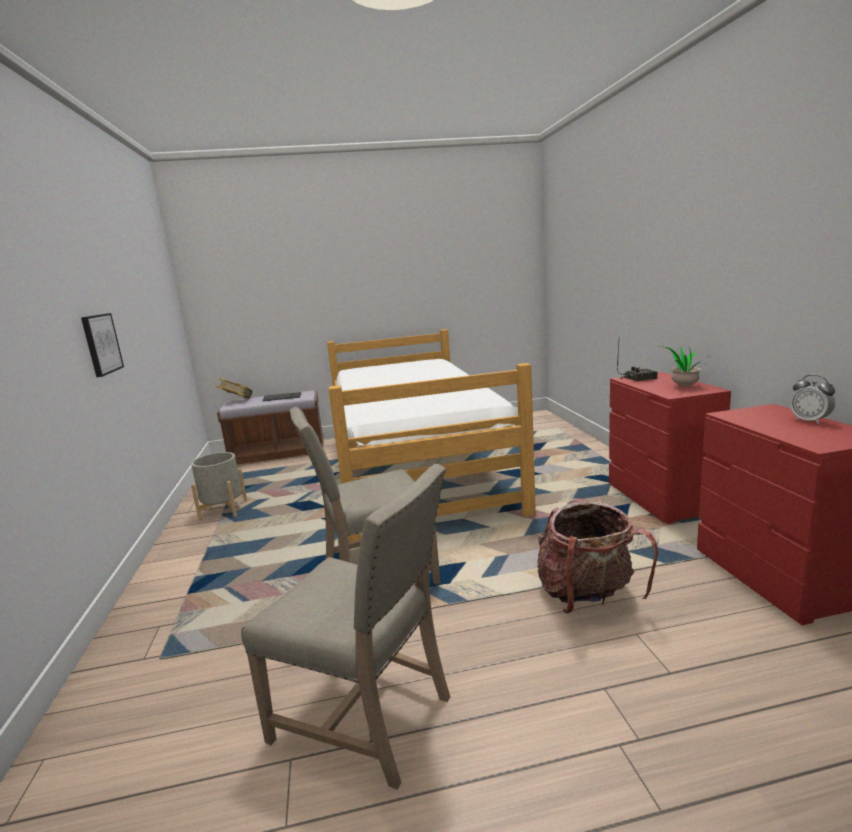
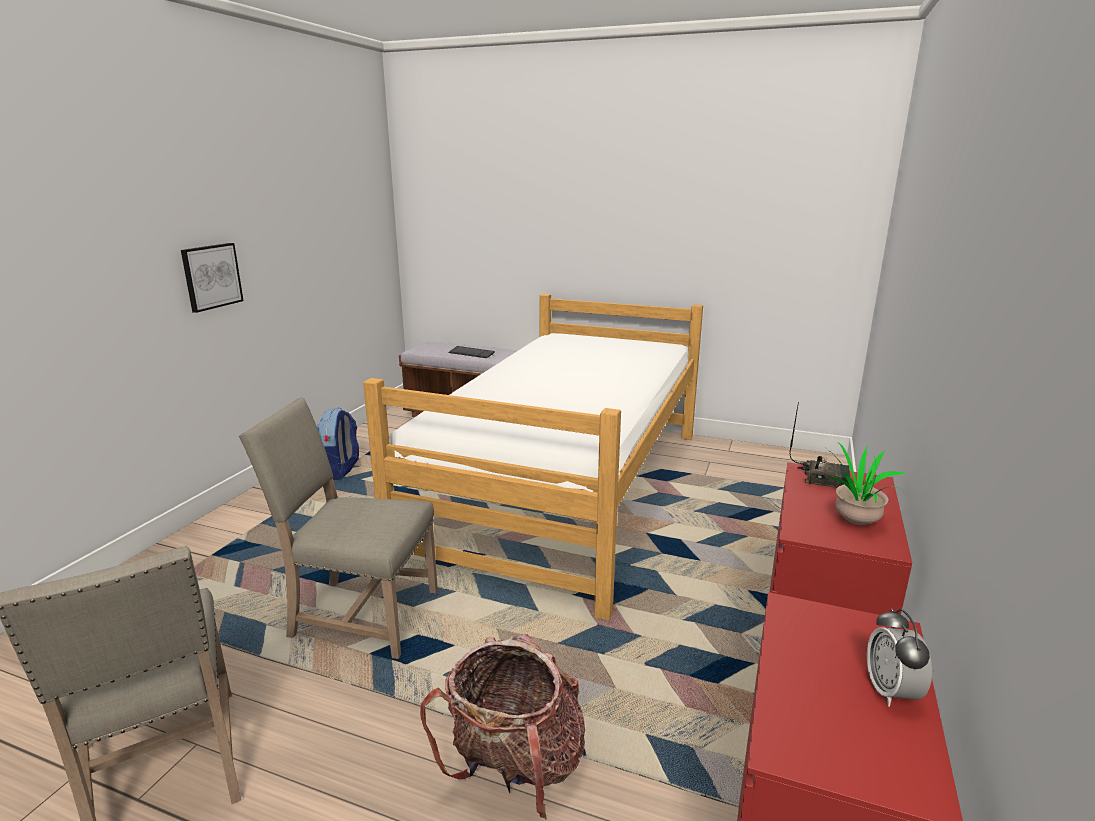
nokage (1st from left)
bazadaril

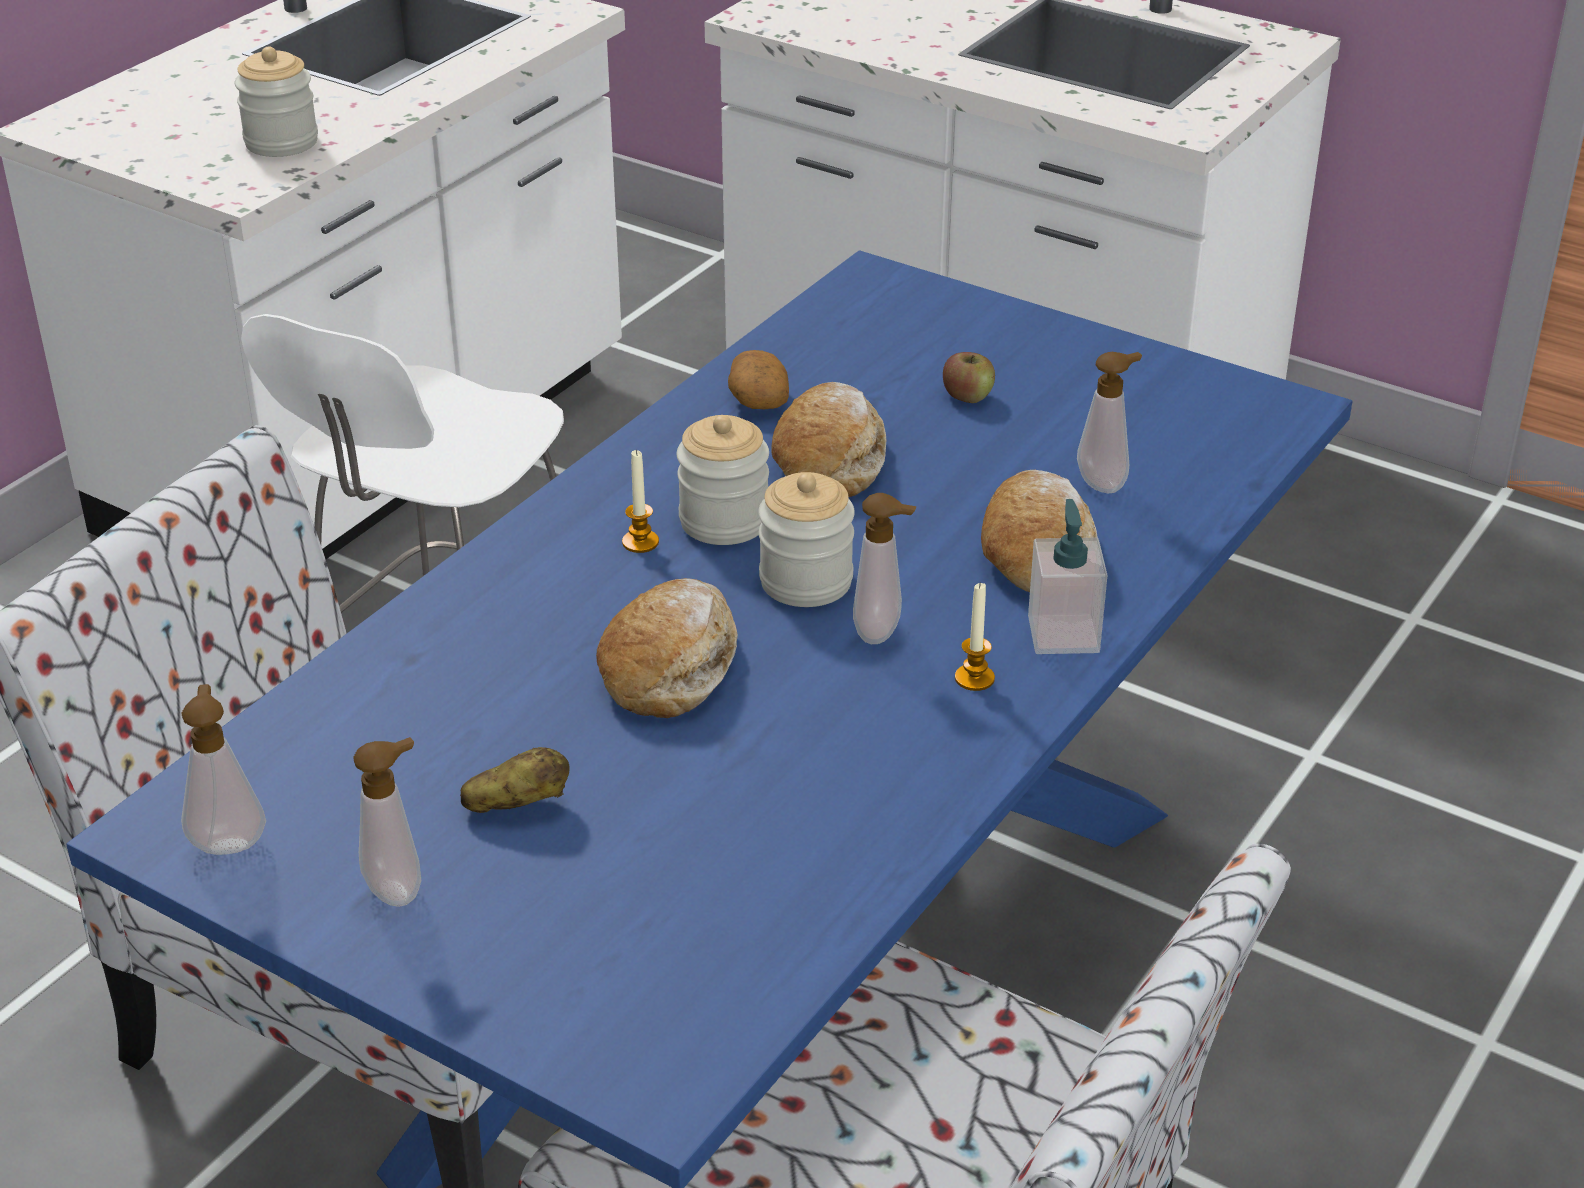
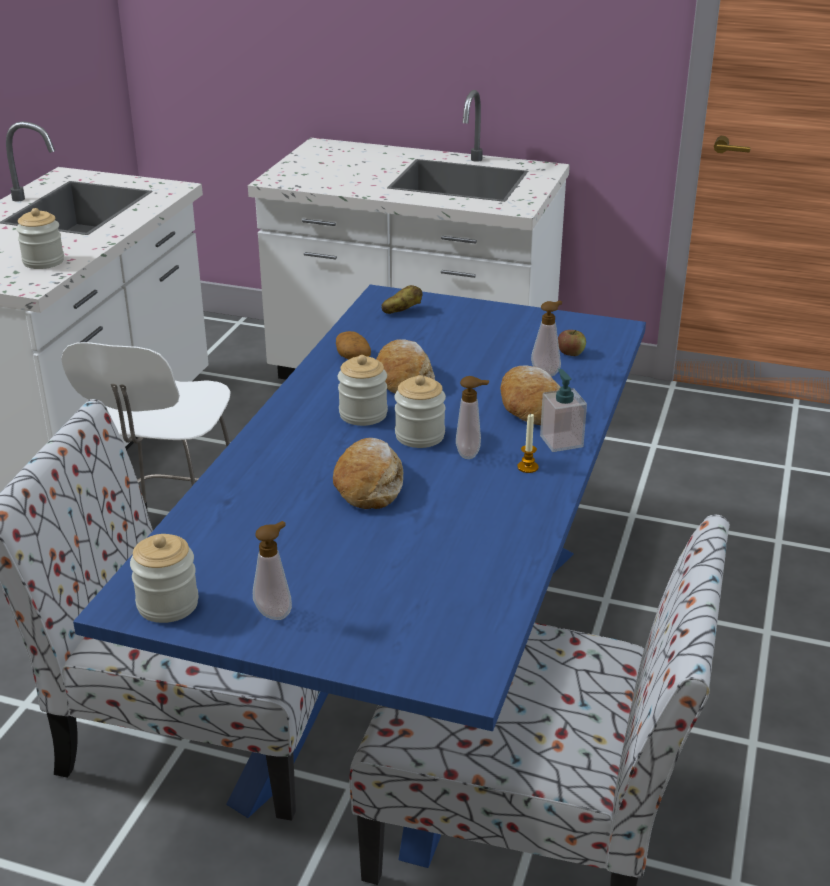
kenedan (2nd from left)
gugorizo (2nd from left)
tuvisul (1st from left in the first image)
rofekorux

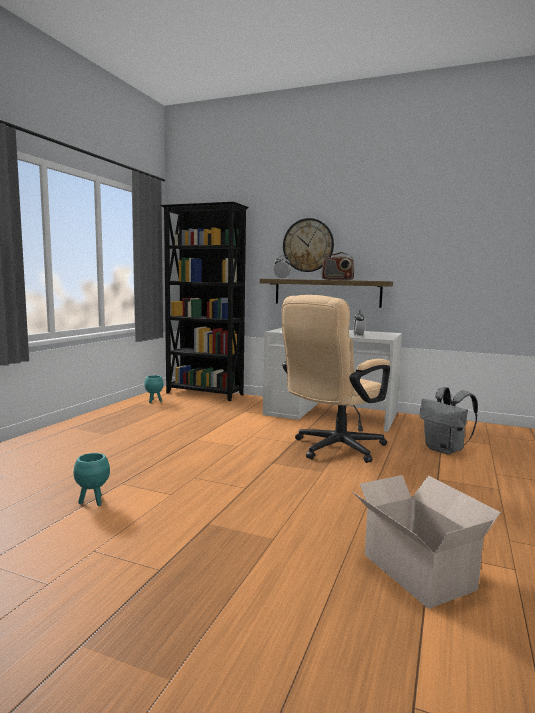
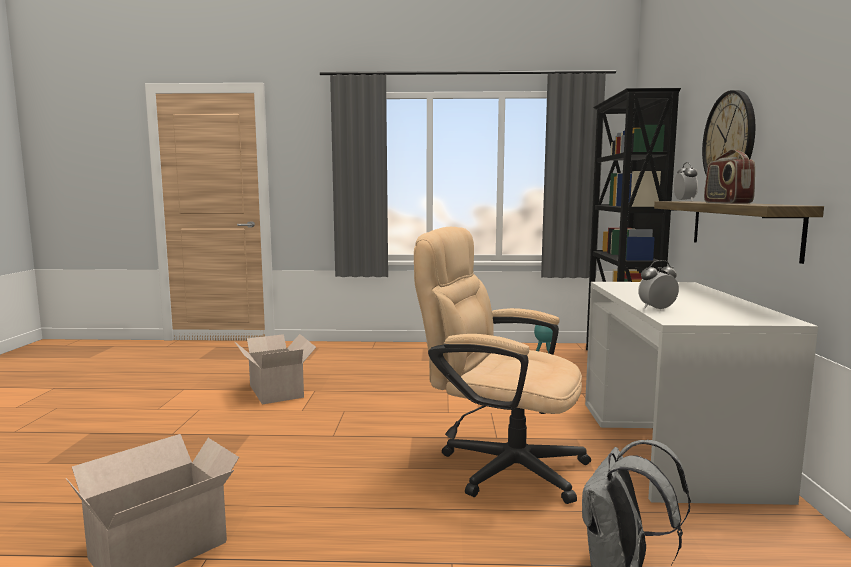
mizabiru (2nd from left)

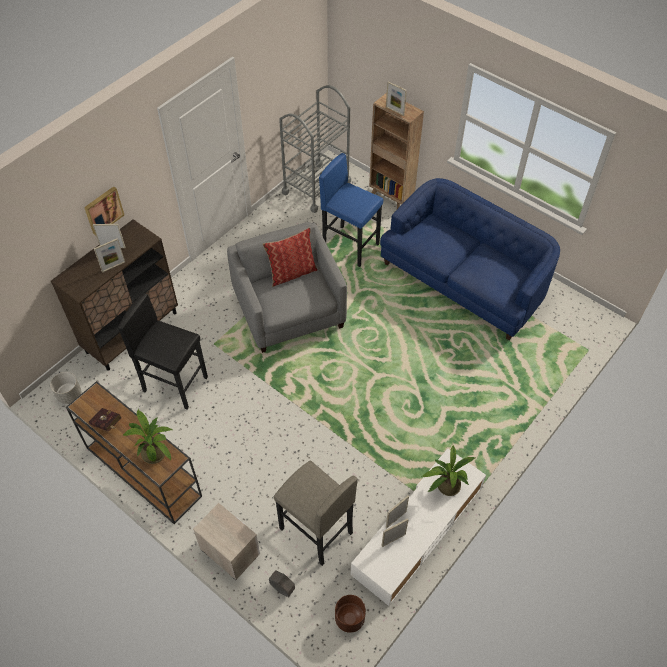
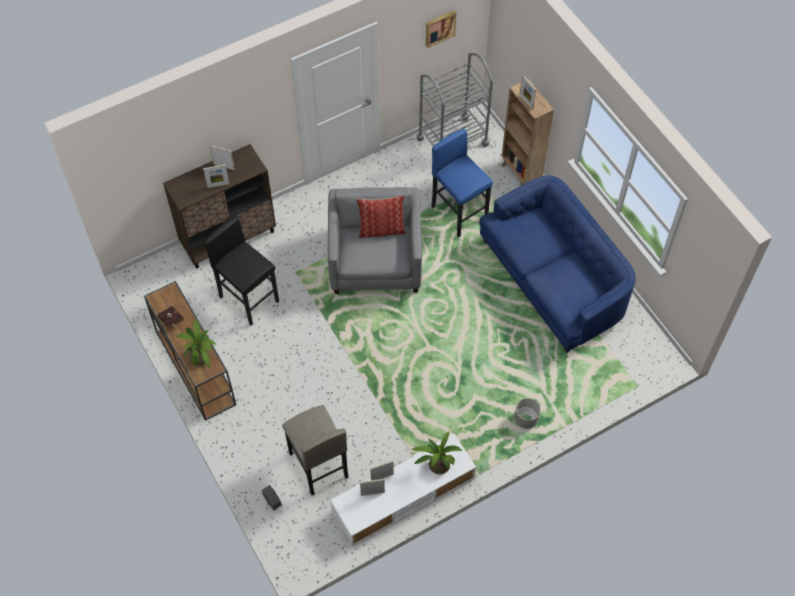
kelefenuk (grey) (2nd from left)
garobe
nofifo
kelefenuk (brown)

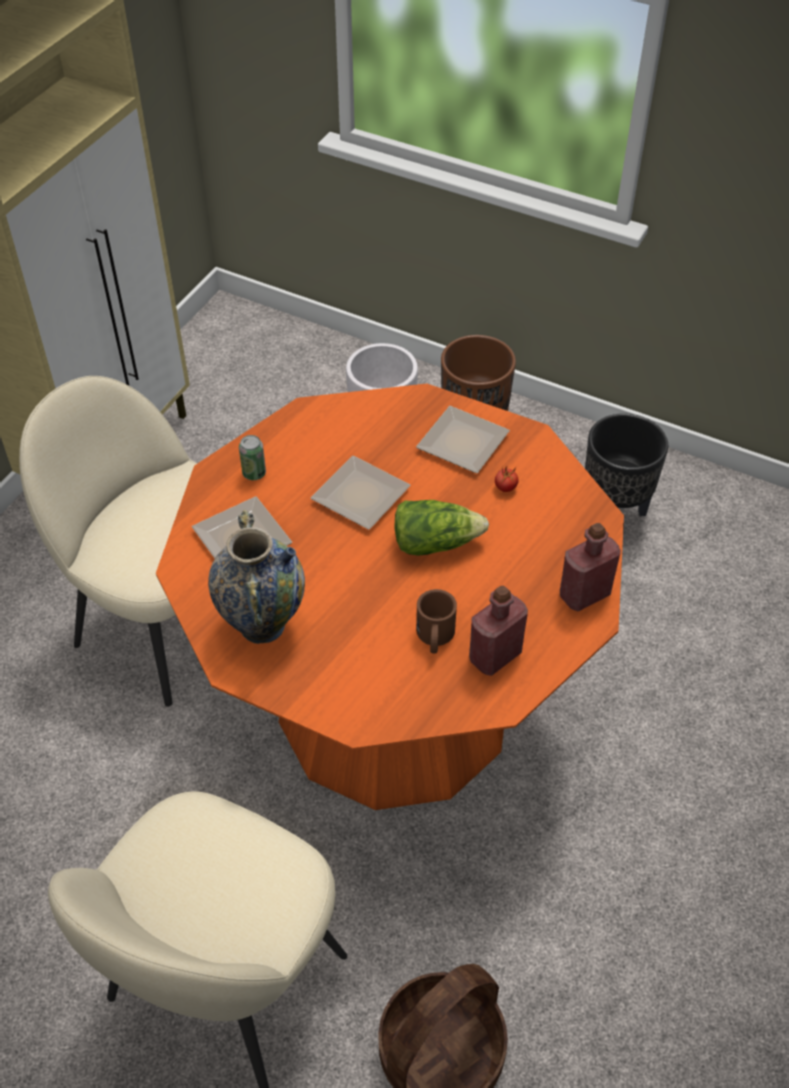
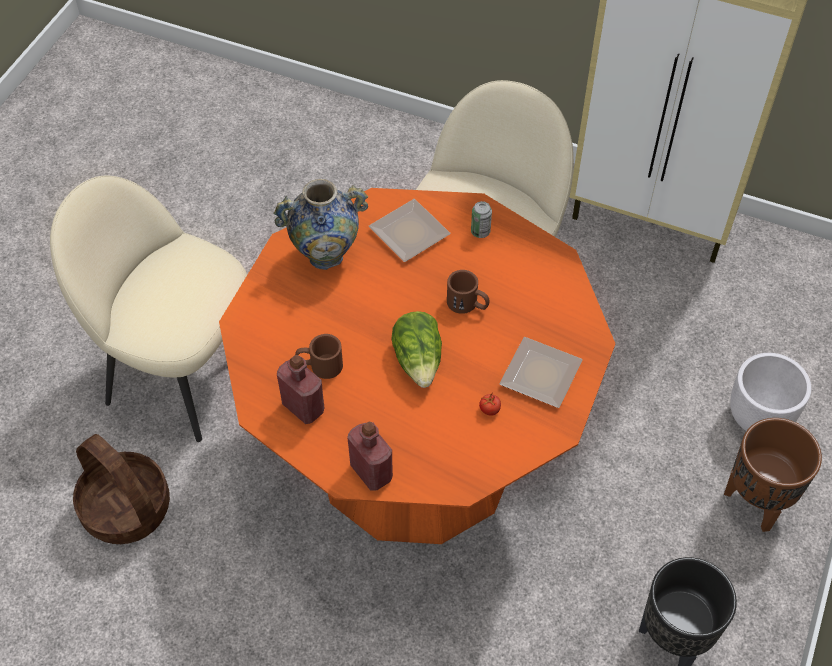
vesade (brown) (2nd from left)

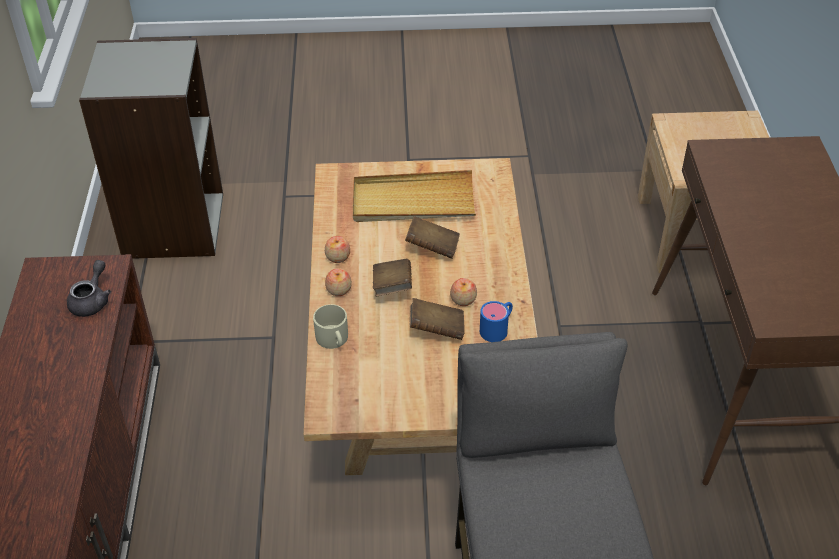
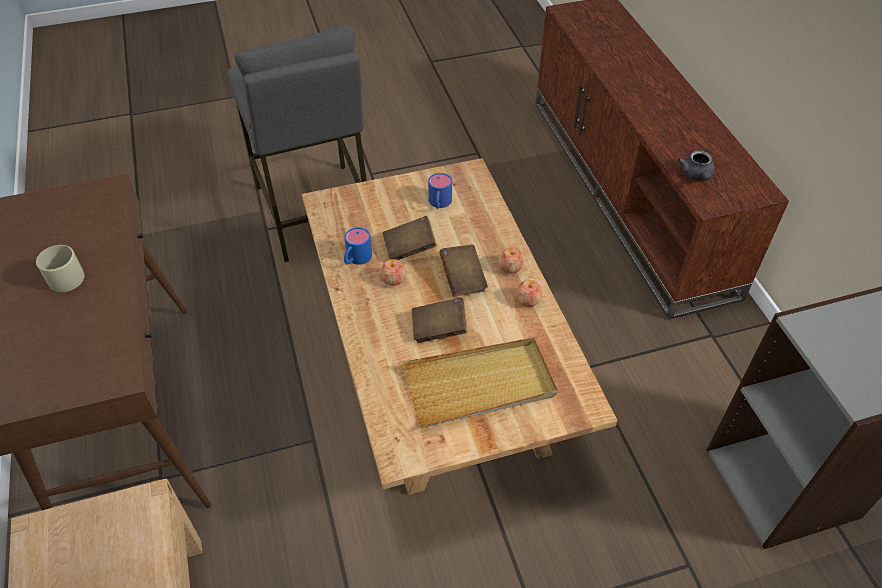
vesade (beige)
vesade (blue) (2nd from left)

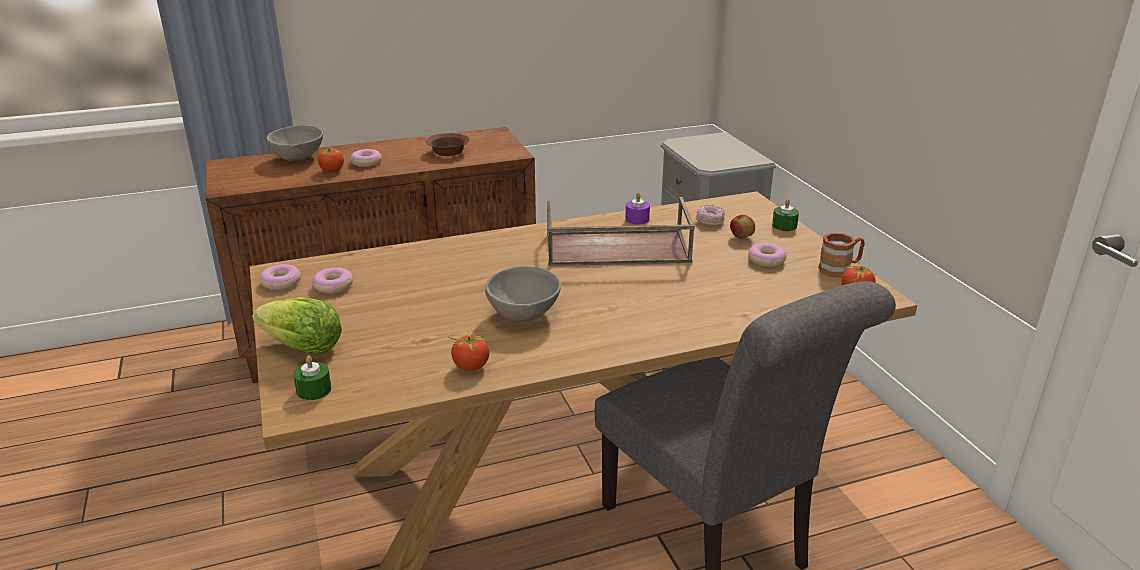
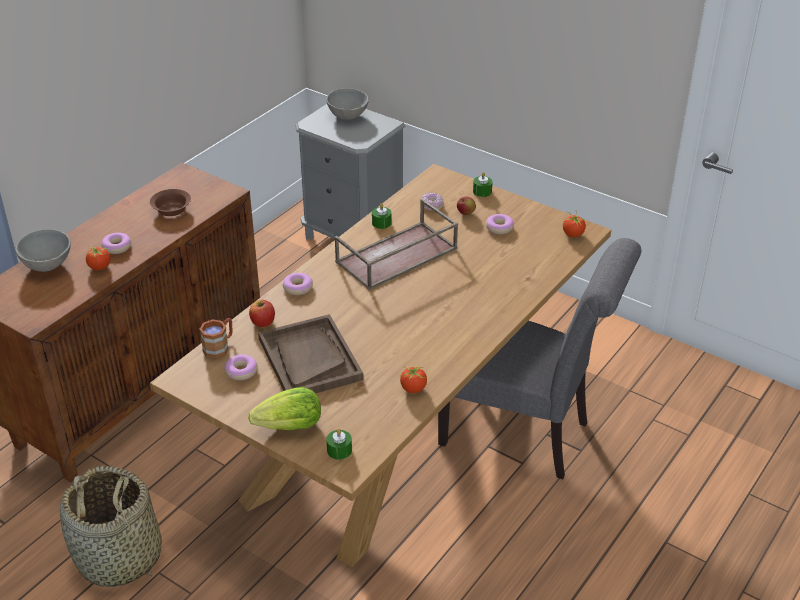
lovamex (3rd from left)
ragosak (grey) (2nd from left)
tuvisul (green) (2nd from left)
vesade (brown)
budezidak
rofekorux (1st from left)
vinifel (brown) (1st from left)

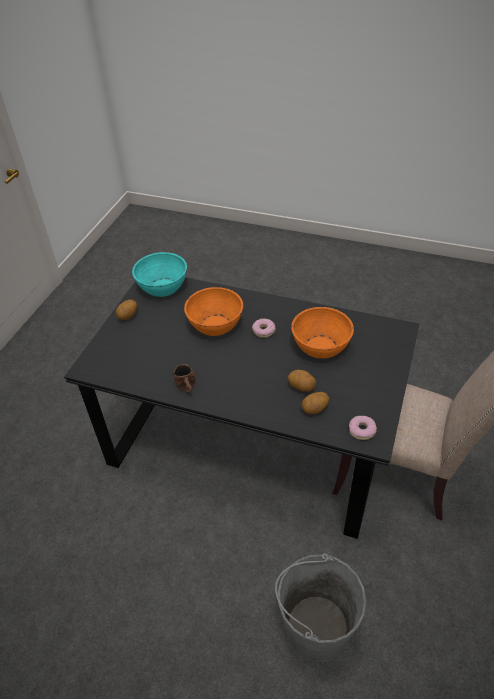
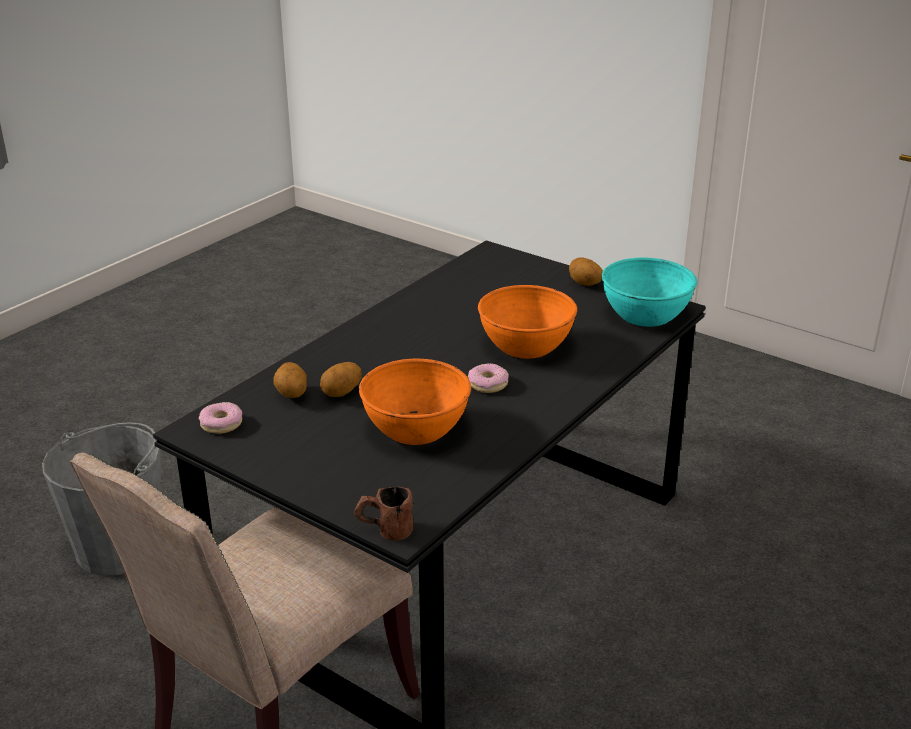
vesade (brown)

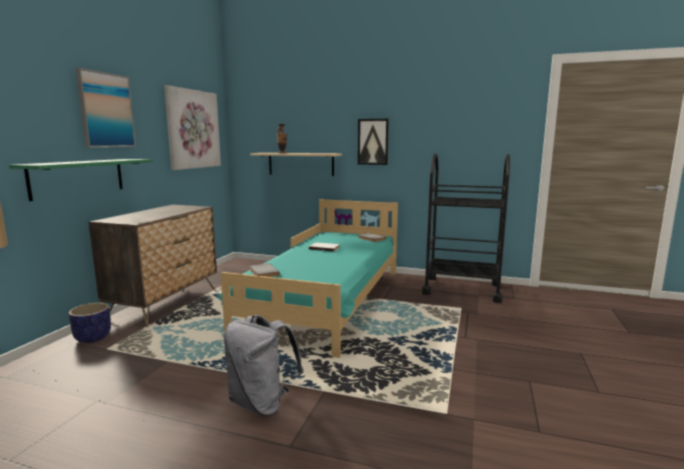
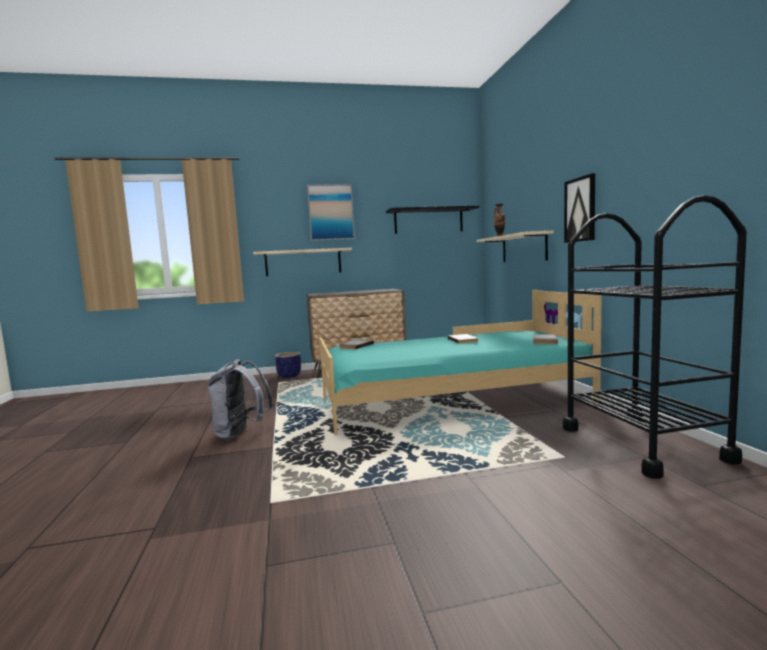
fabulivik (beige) (1st from left)
fabulivik (black)

